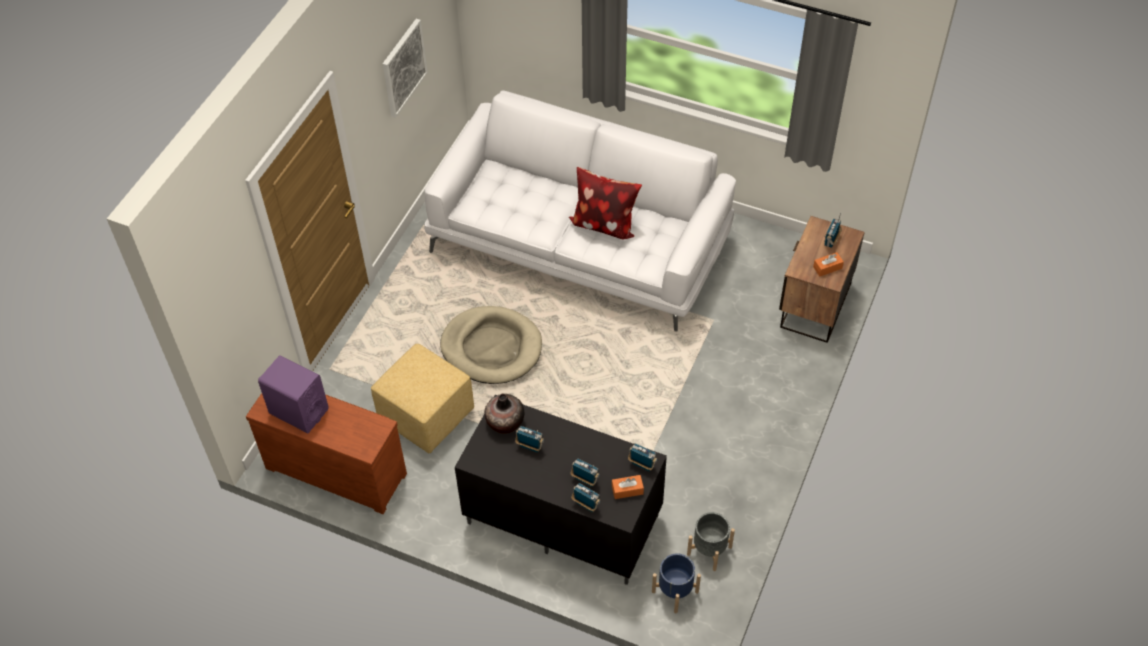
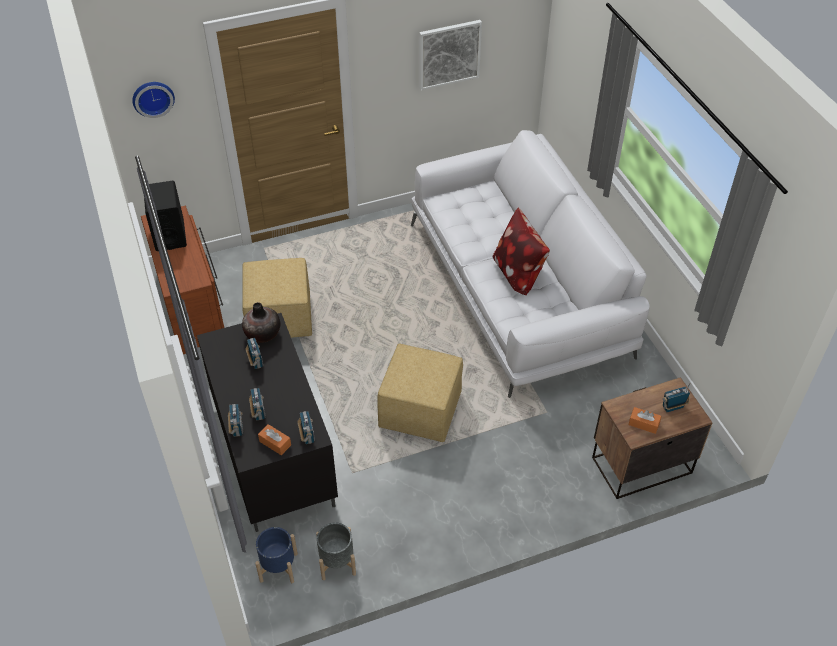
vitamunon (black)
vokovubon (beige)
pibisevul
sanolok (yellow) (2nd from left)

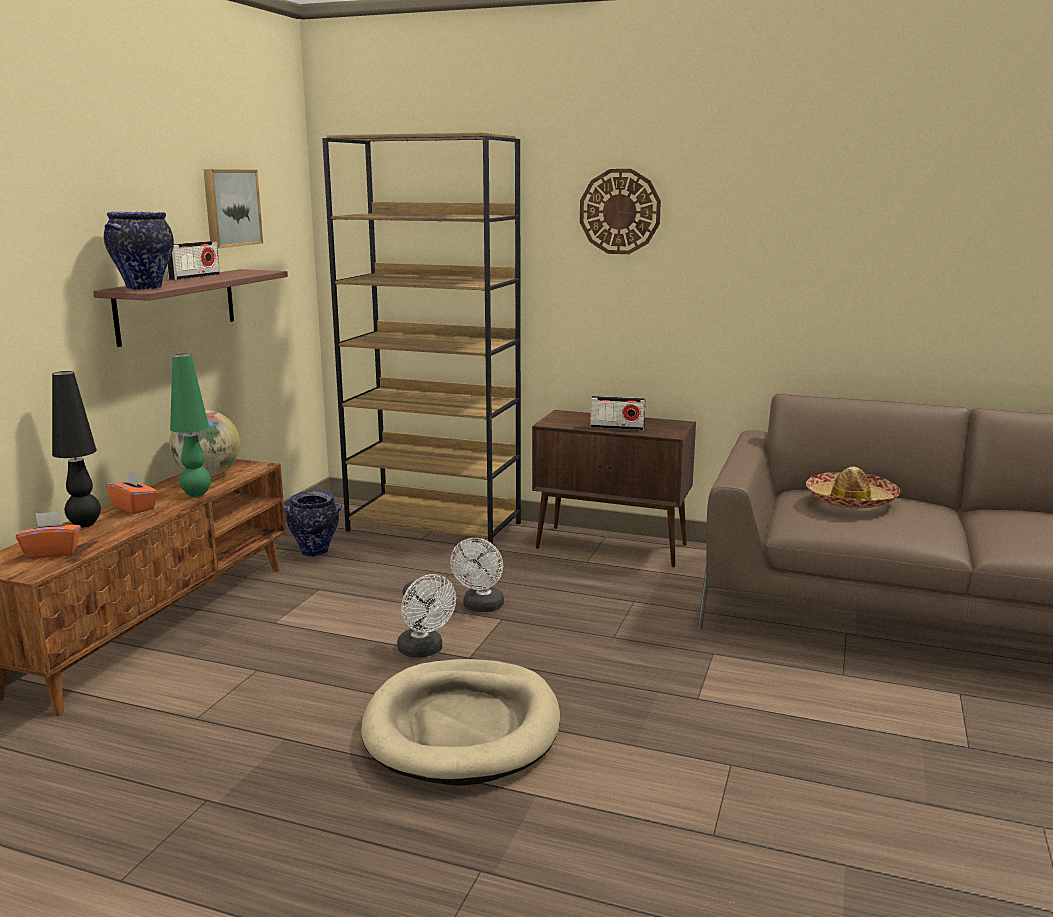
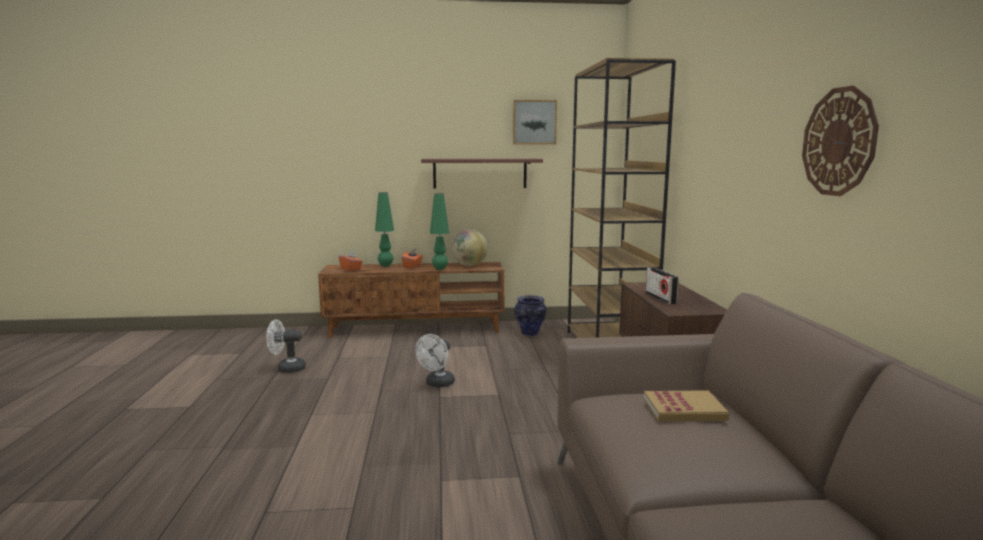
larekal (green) (1st from left)
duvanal (1st from left in the first image)
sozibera (1st from left in the first image)
vokovubon (beige)
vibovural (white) (1st from left)
pibisevul
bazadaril

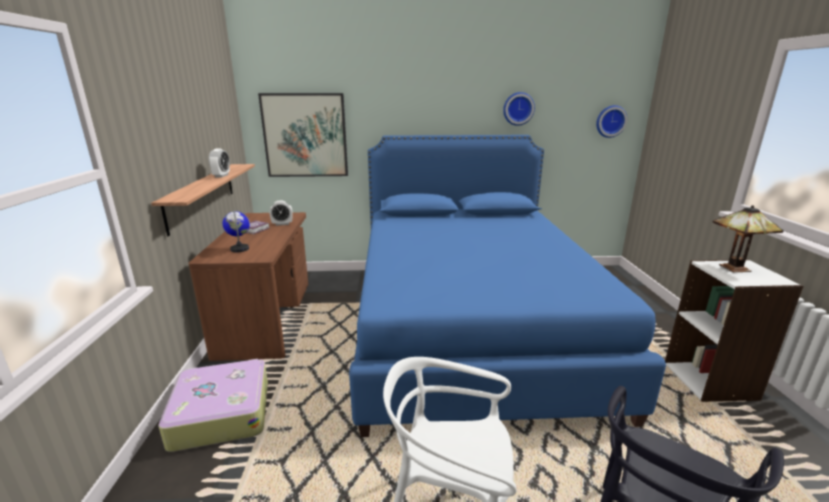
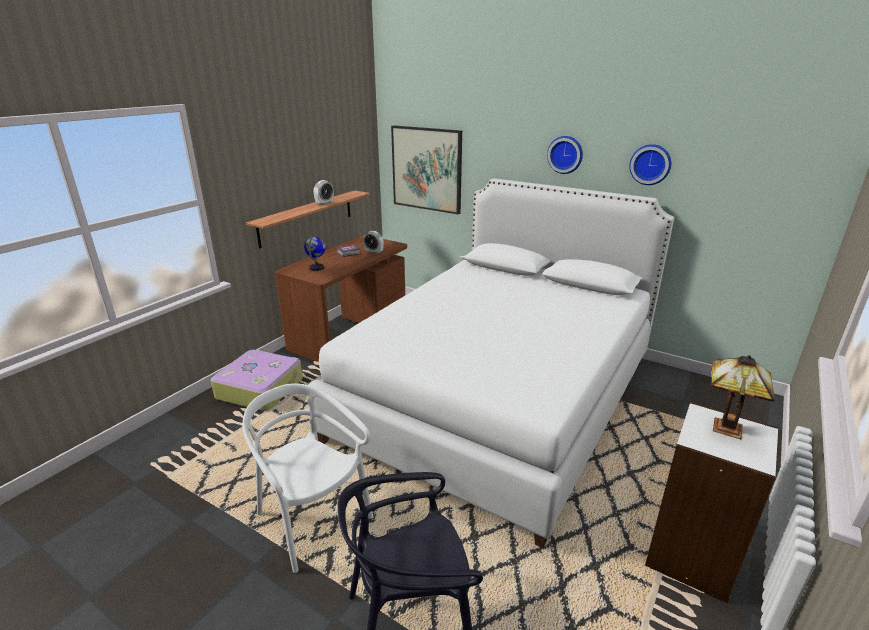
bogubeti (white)
pibisevul (1st from left)

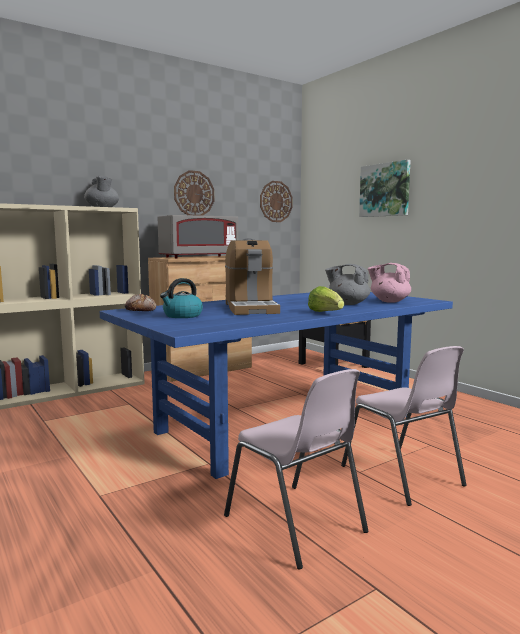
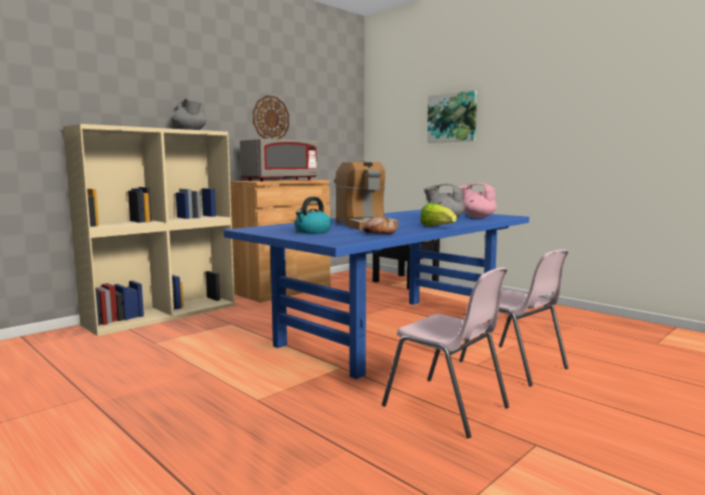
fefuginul
pibisevul (2nd from left in the first image)

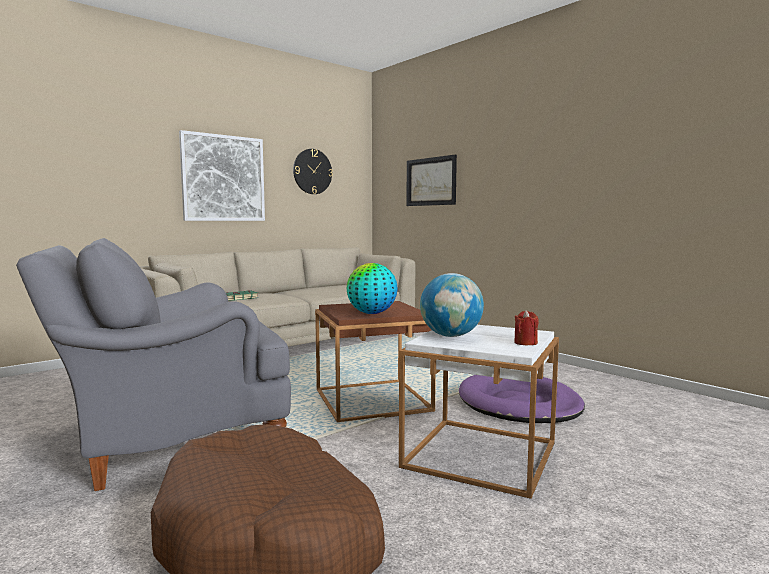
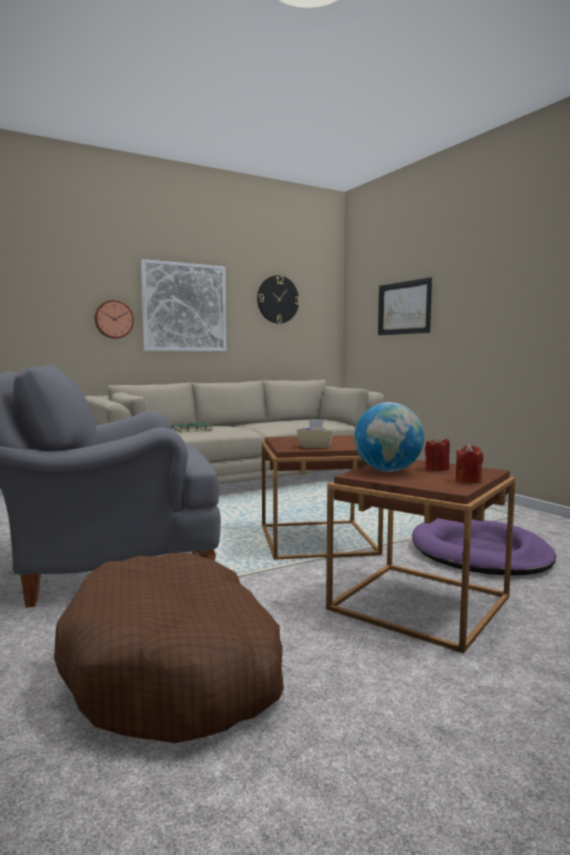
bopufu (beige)
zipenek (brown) (2nd from left)
pibisevul (1st from left)
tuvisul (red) (1st from left)

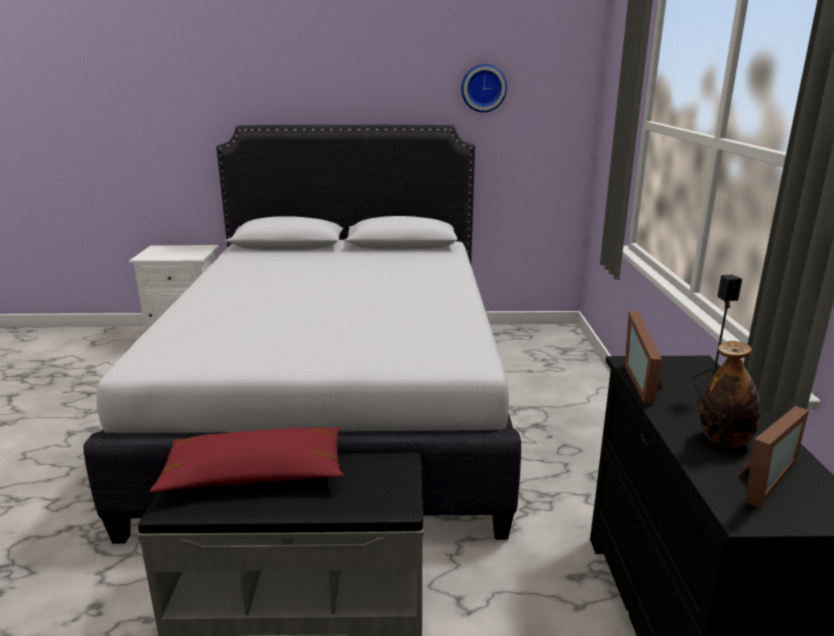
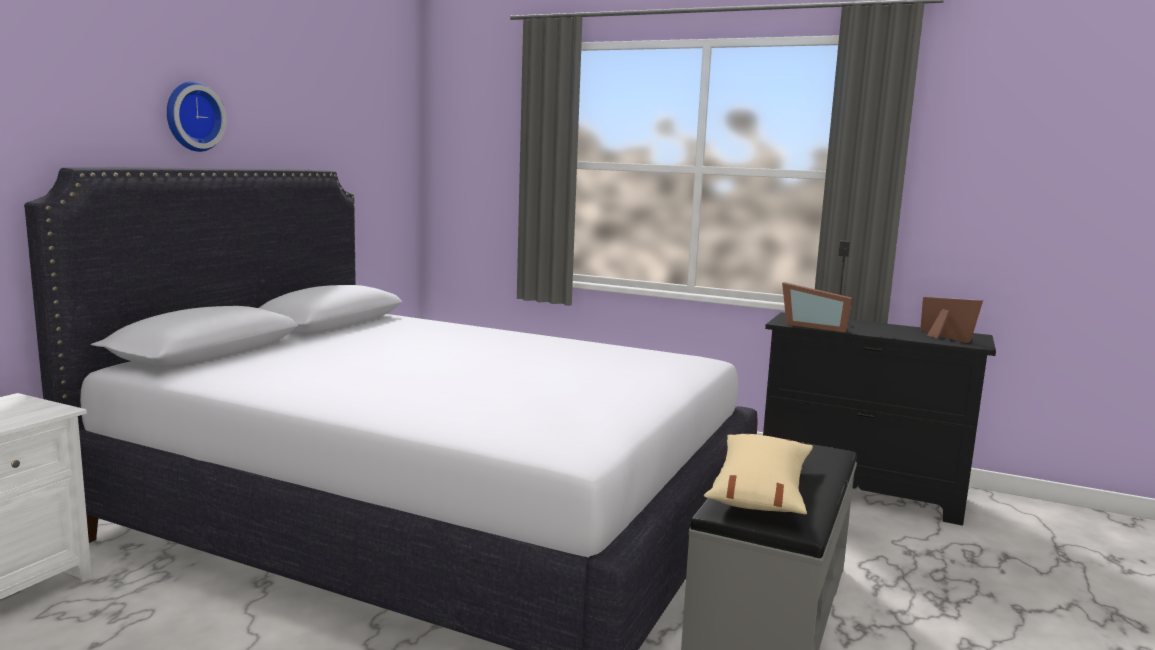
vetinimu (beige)
pibisevul
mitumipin

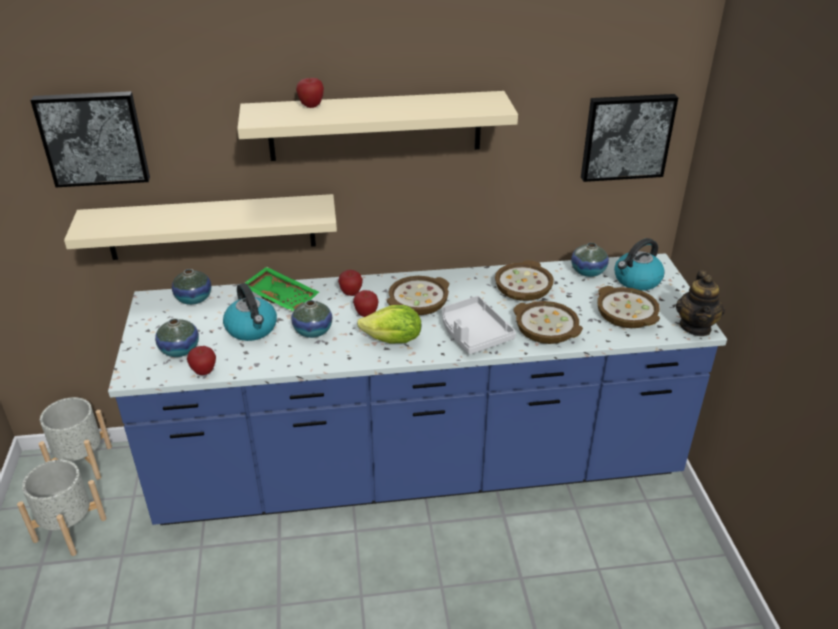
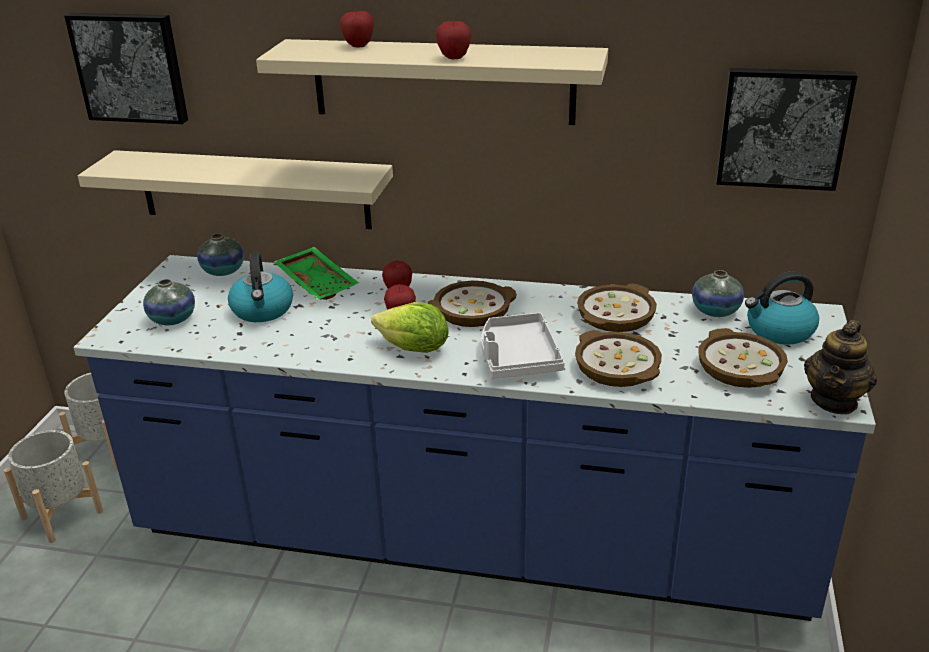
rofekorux (4th from left)
duvanal (3rd from left in the first image)

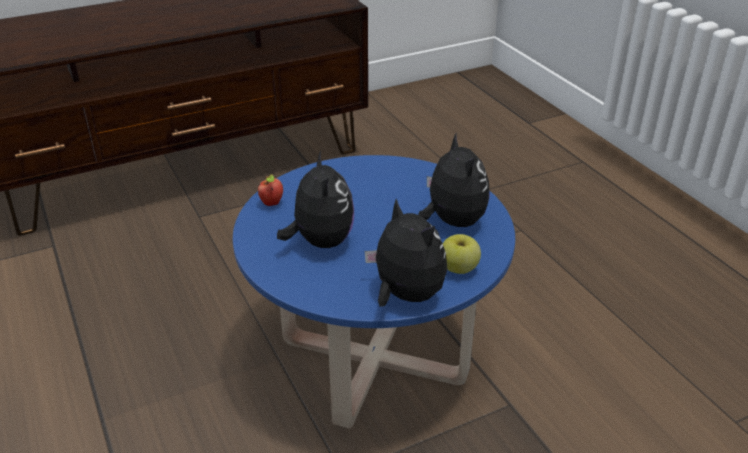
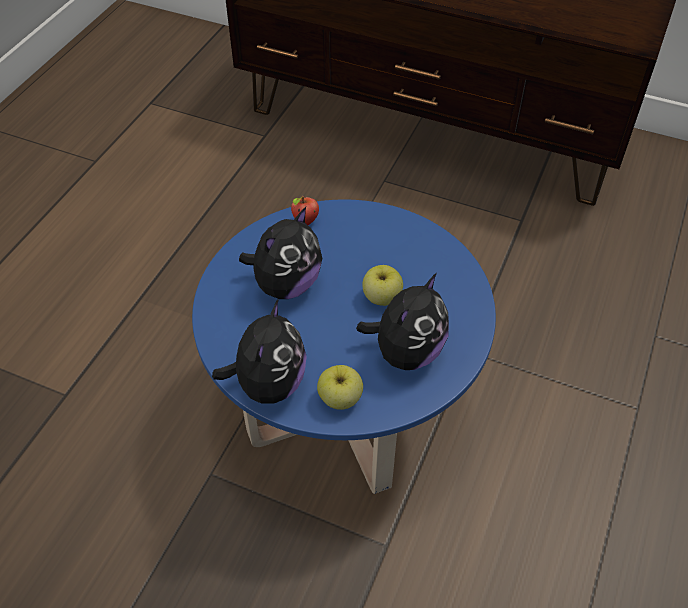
rofekorux (3rd from left)

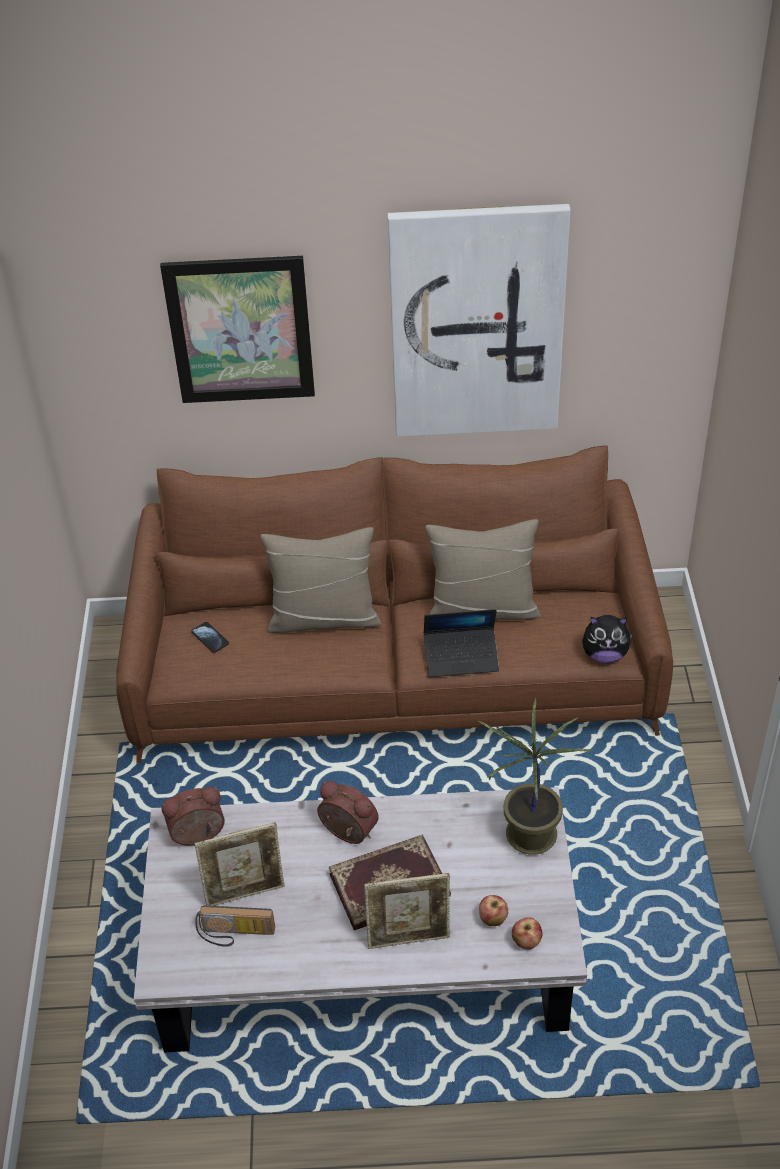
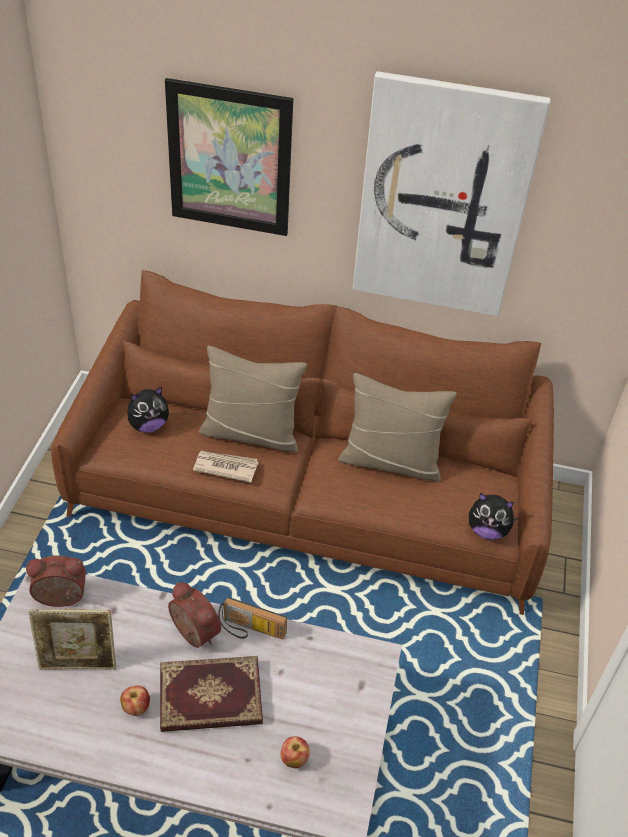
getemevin (1st from left)
sozibera
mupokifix (2nd from left in the first image)
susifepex
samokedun
rofekorux (1st from left)
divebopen

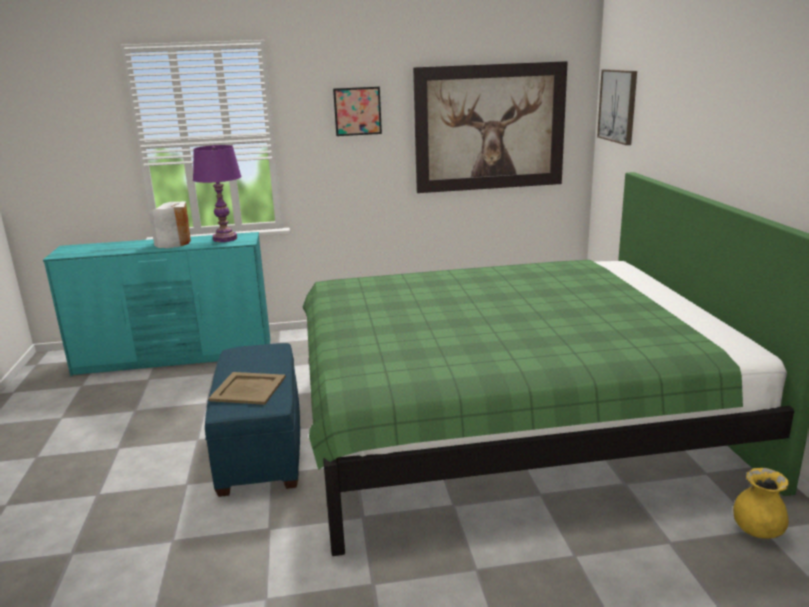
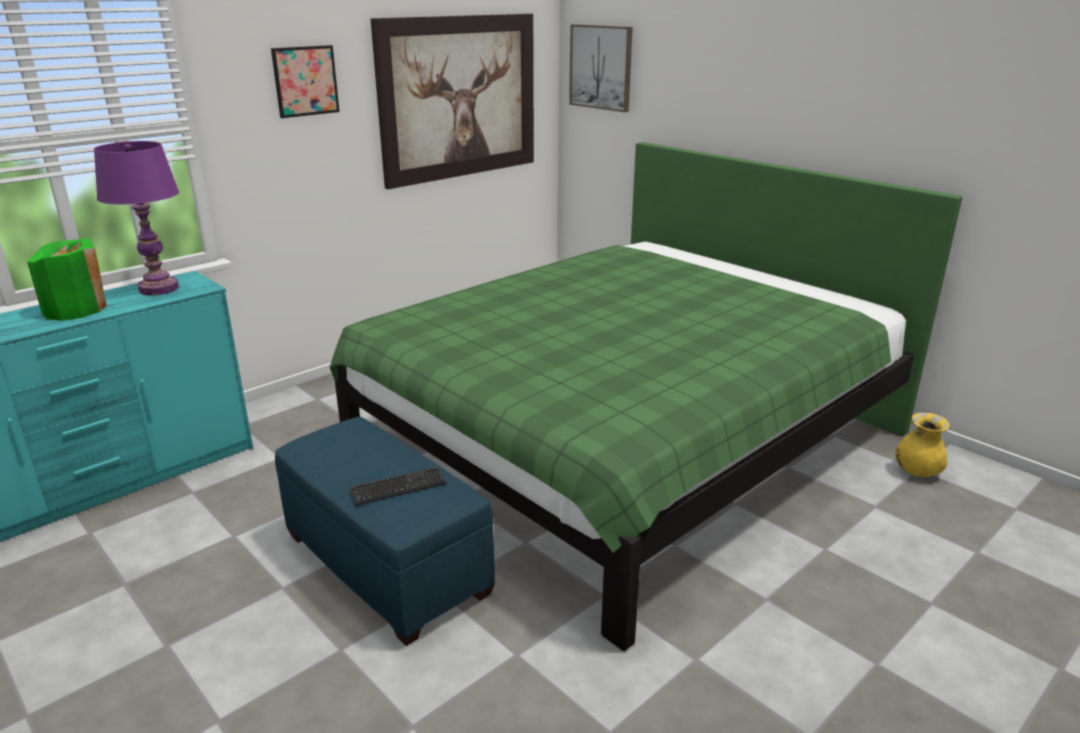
duvanal (green)
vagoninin

